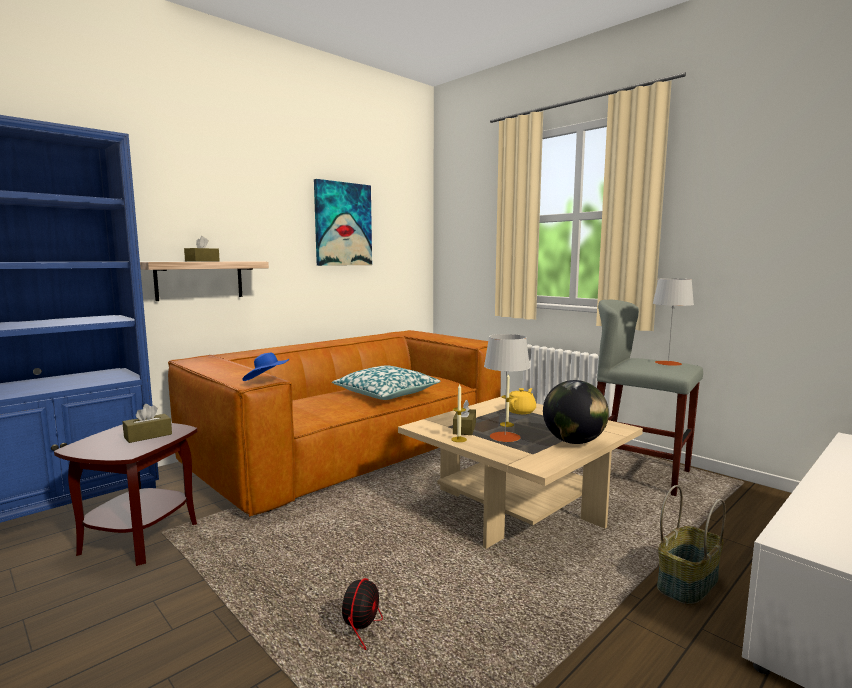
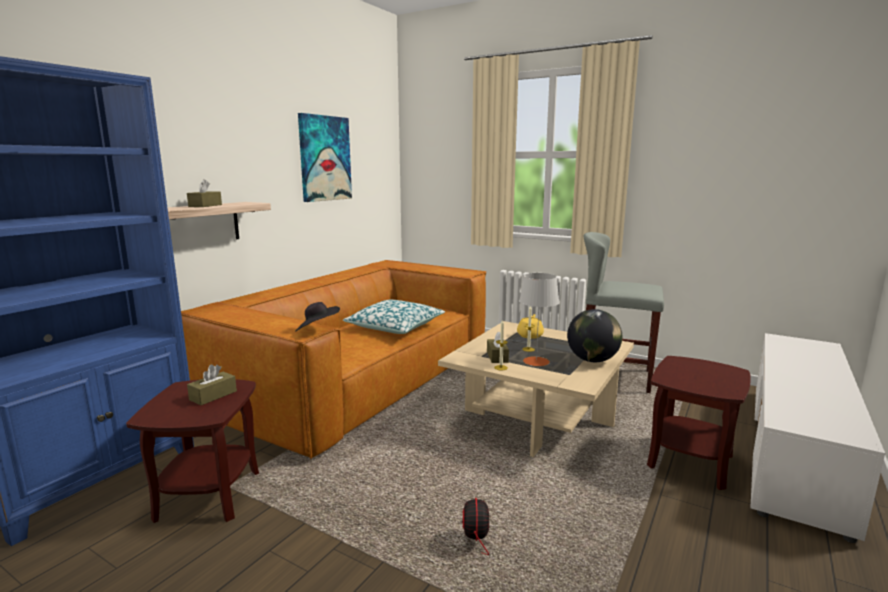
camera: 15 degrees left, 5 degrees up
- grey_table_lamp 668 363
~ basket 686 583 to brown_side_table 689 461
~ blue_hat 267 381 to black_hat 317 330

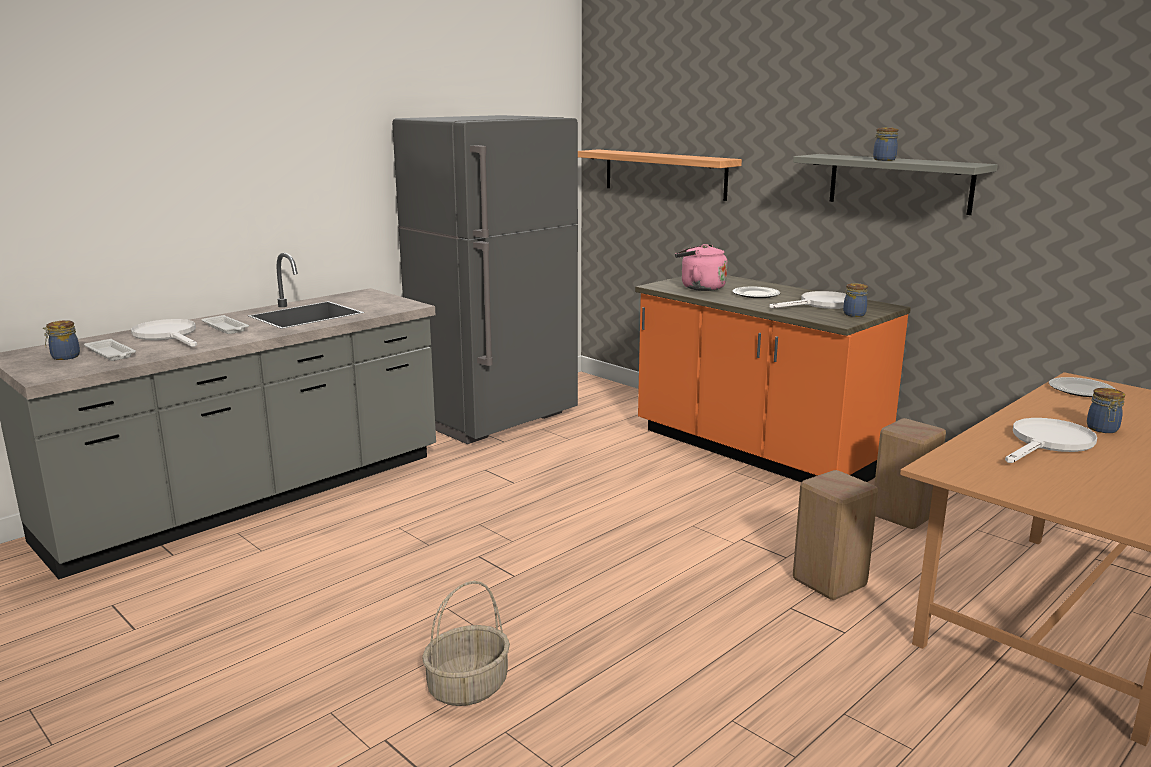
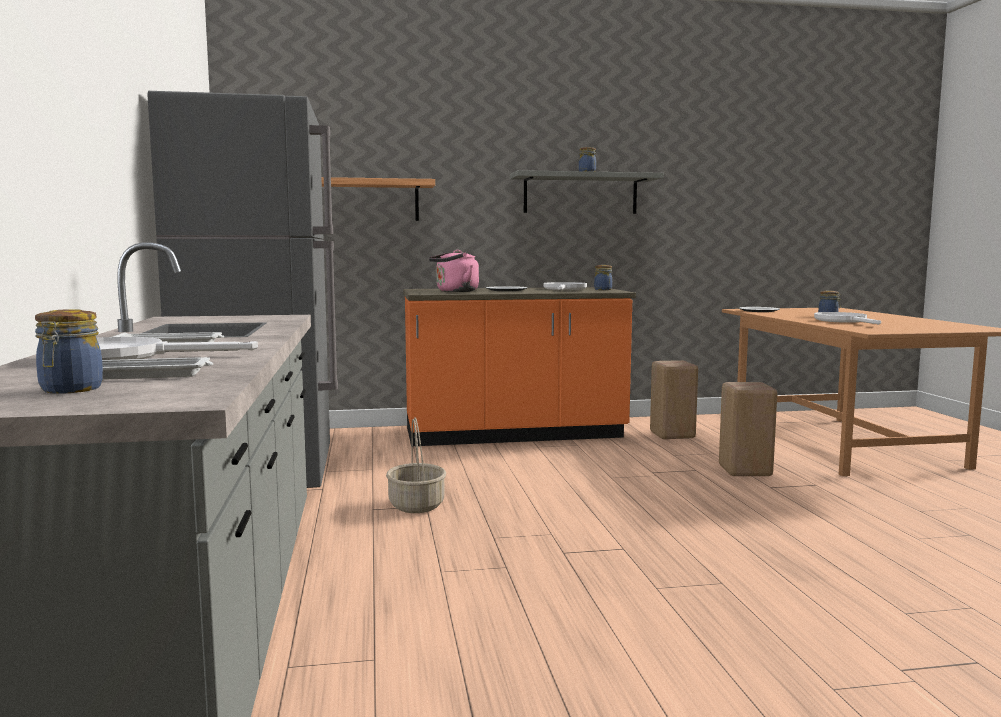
camera: 55 degrees left, 10 degrees down
~ basket 467 687 to 417 505

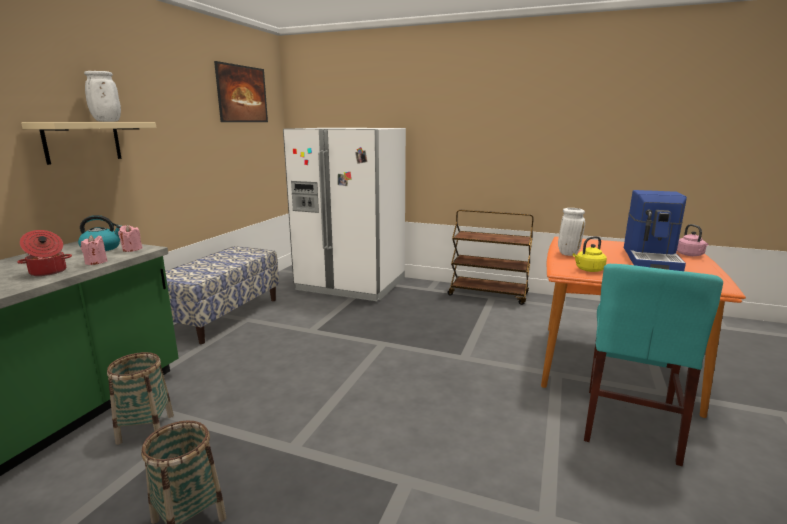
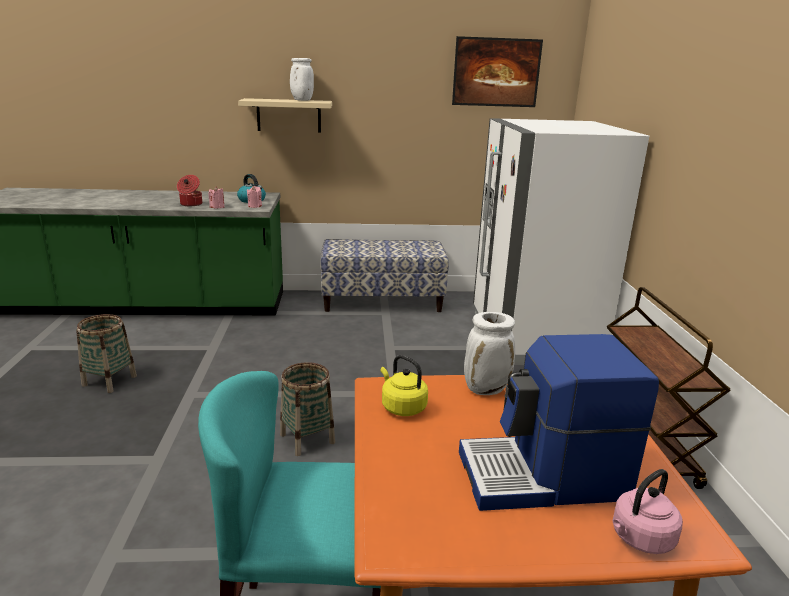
camera: 65 degrees right, 5 degrees up
~ basket 145 428 to 307 438

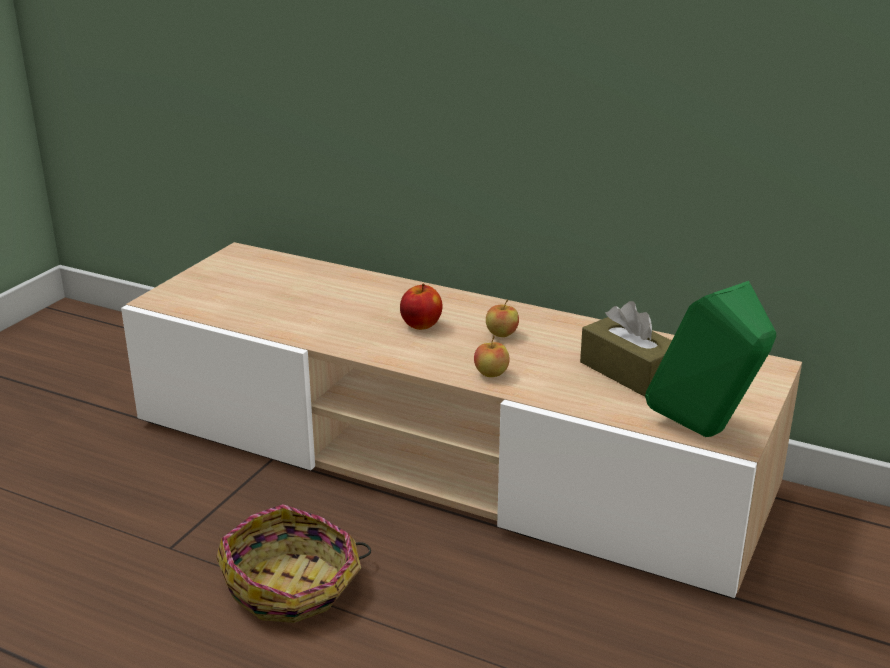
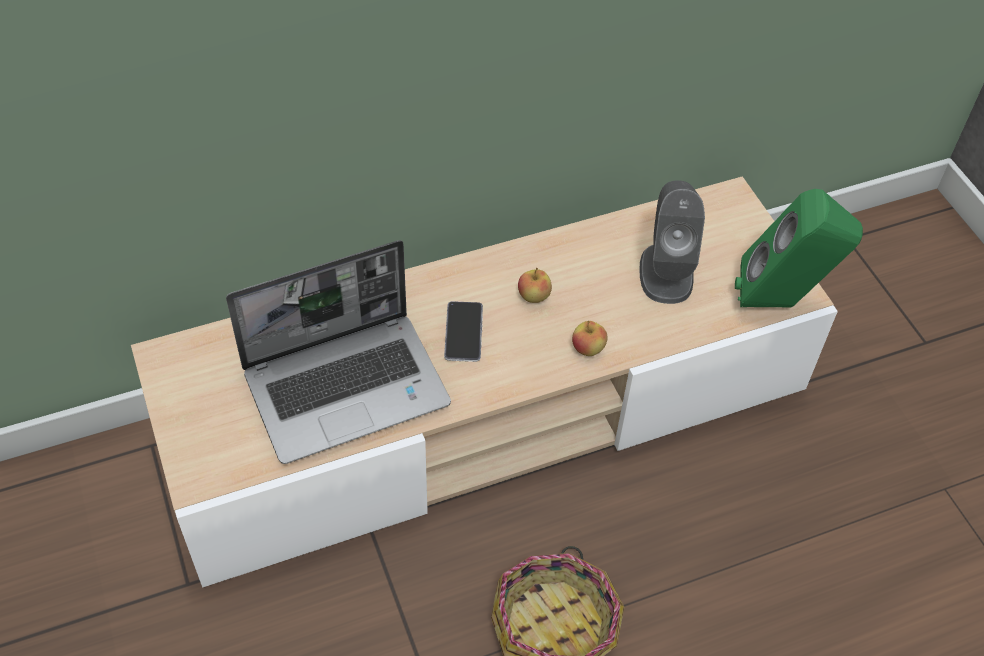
camera: 50 degrees left, 25 degrees up
+ laptop 348 386
~ apple 421 325 to phone 463 332
~ brown_tissue_box 629 372 to grey_speaker 666 272

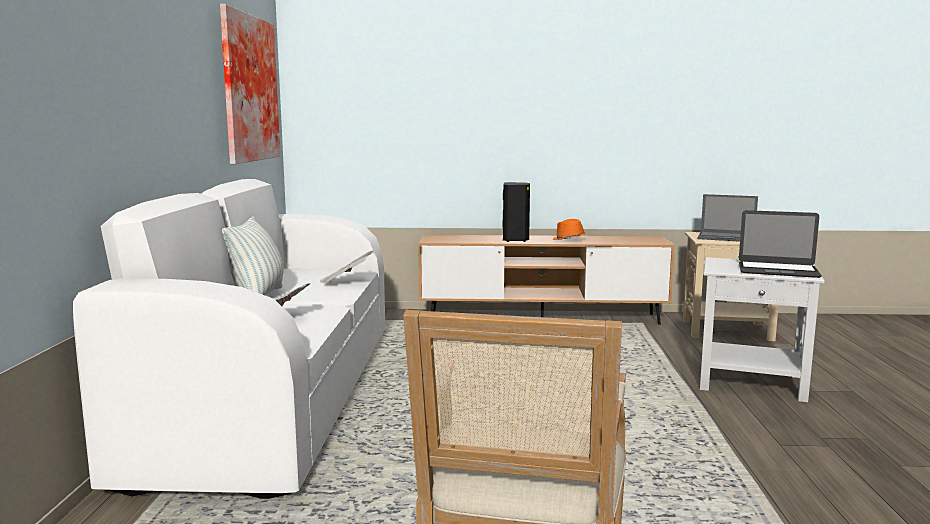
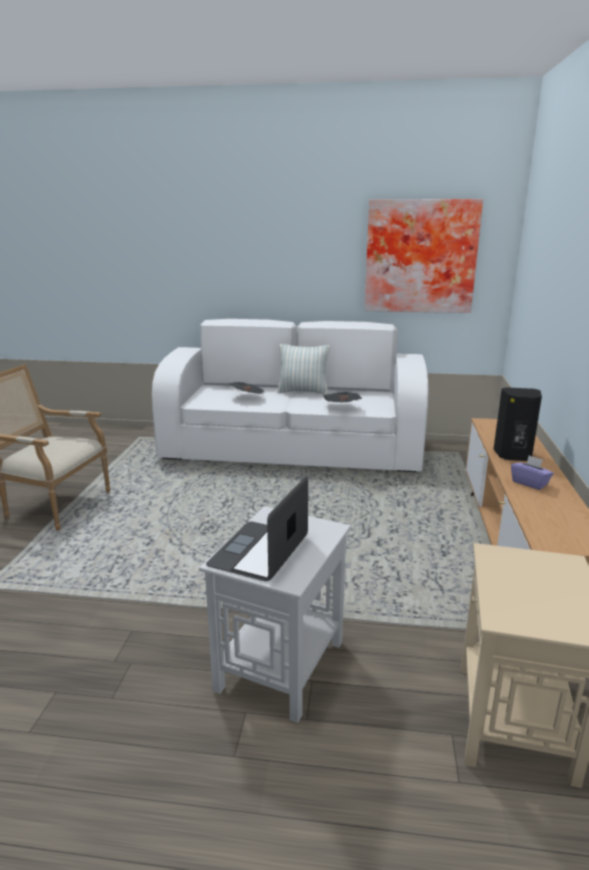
camera: 95 degrees right, 10 degrees up
- laptop 727 237
~ orange_hat 569 240 to purple_tissue_box 529 483

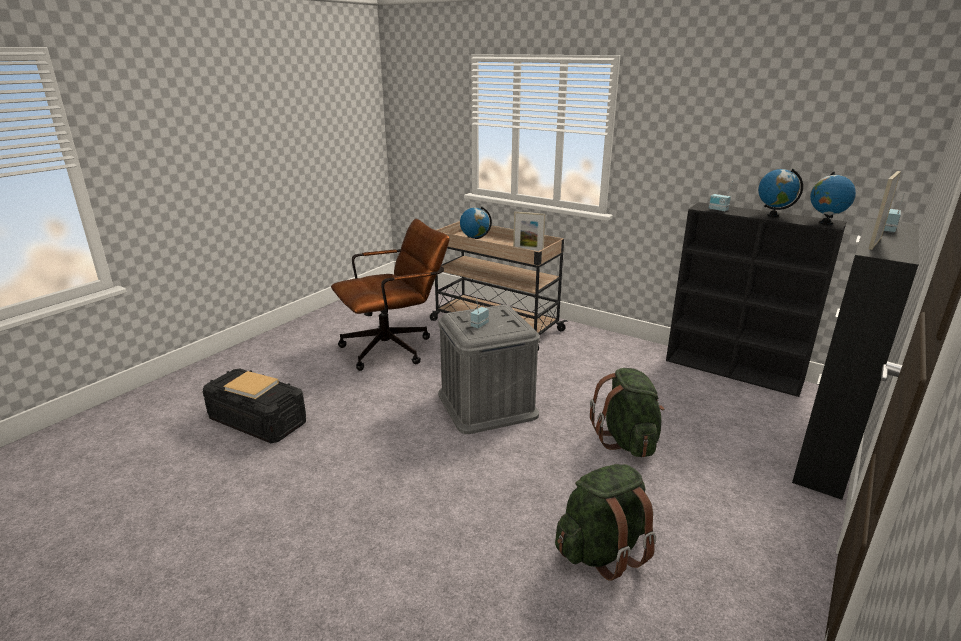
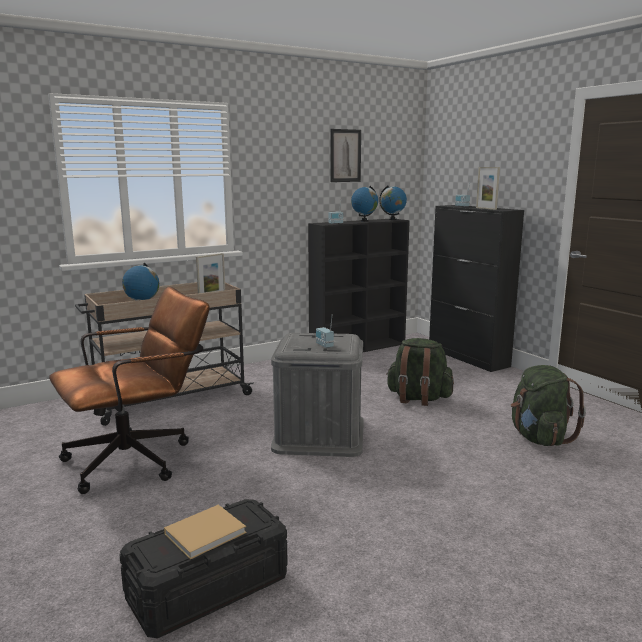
camera: 65 degrees left, 10 degrees down
+ picture 345 155
~ brown_office_chair 394 347 = 139 458 60 degrees clockwise

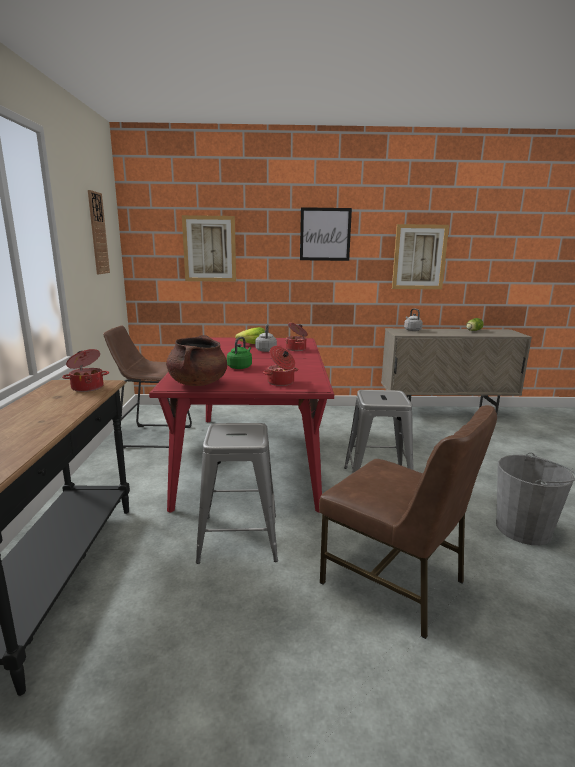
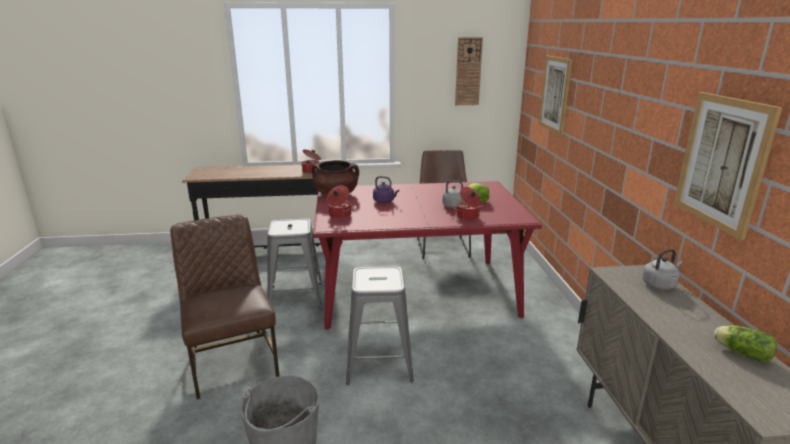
camera: 85 degrees right, 5 degrees up
- picture 325 234
~ green_kettle 240 367 to purple_kettle 385 201
~ brown_chair 395 582 = 233 361 120 degrees clockwise

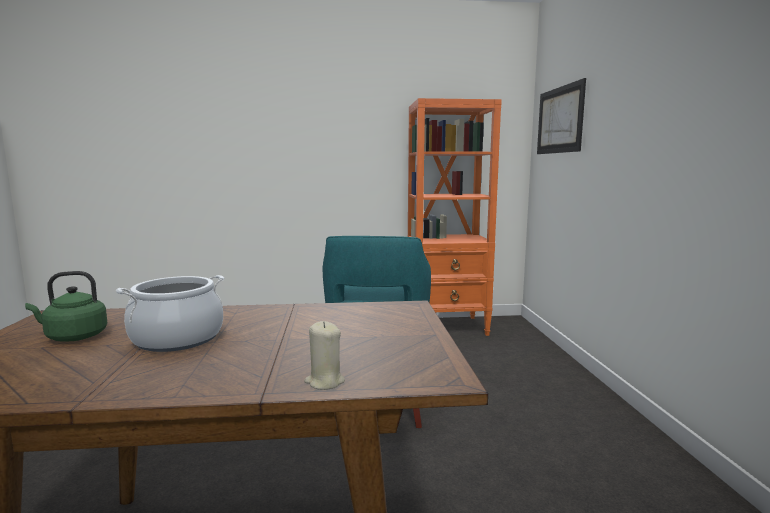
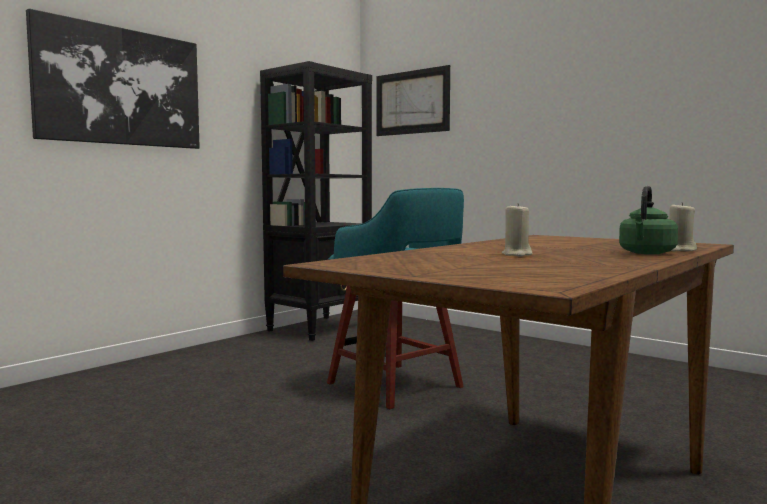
camera: 45 degrees left, 5 degrees down
+ picture 120 87
~ green_kettle 73 337 to 646 253
~ cooking_pot 177 338 to beige_candle 517 254
~ orange_bookcase 447 327 to black_bookcase 320 328

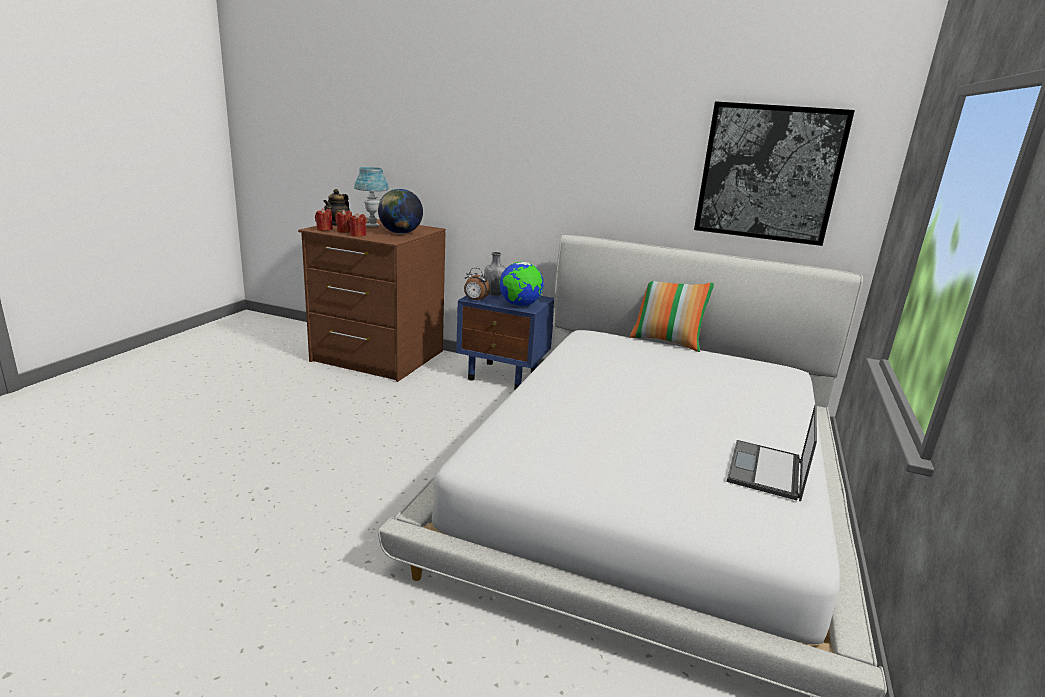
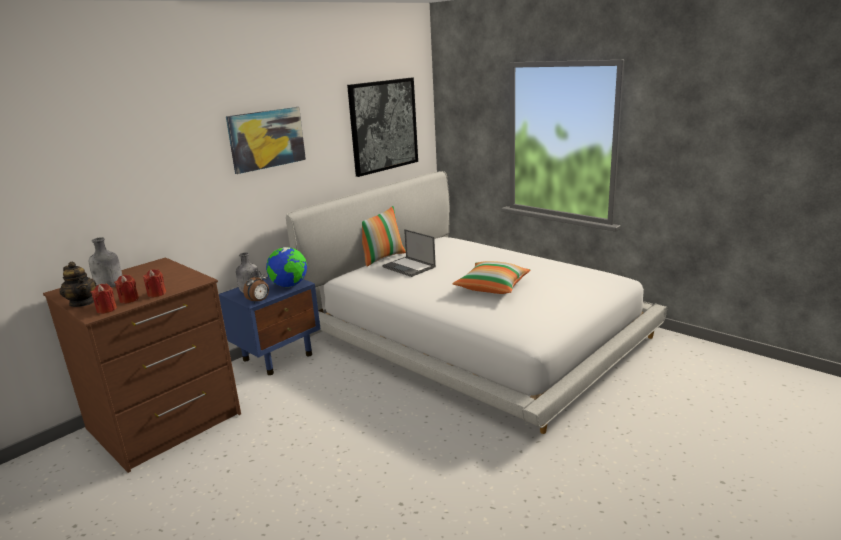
camera: 65 degrees left, 0 degrees up
- globe 400 233
+ picture 266 139
+ pillow 492 287
~ laptop 766 471 to 409 267
~ blue_table_lamp 372 225 to grey_bottle 110 286

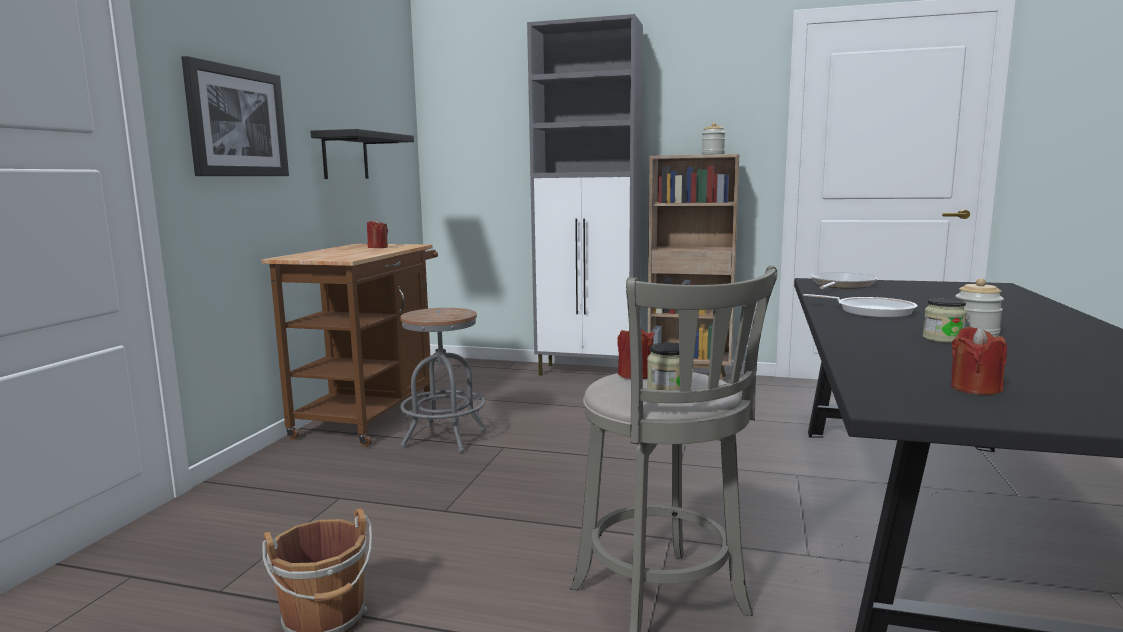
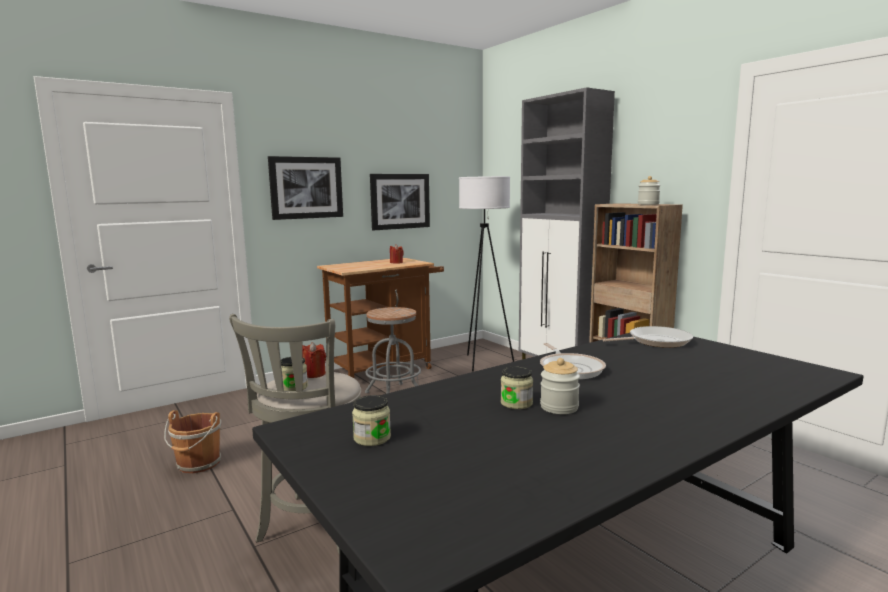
camera: 40 degrees right, 0 degrees up
+ white_floor_lamp 484 362
~ black_shelf 345 156 to picture 400 201
~ red_candle 975 388 to jar 372 438

